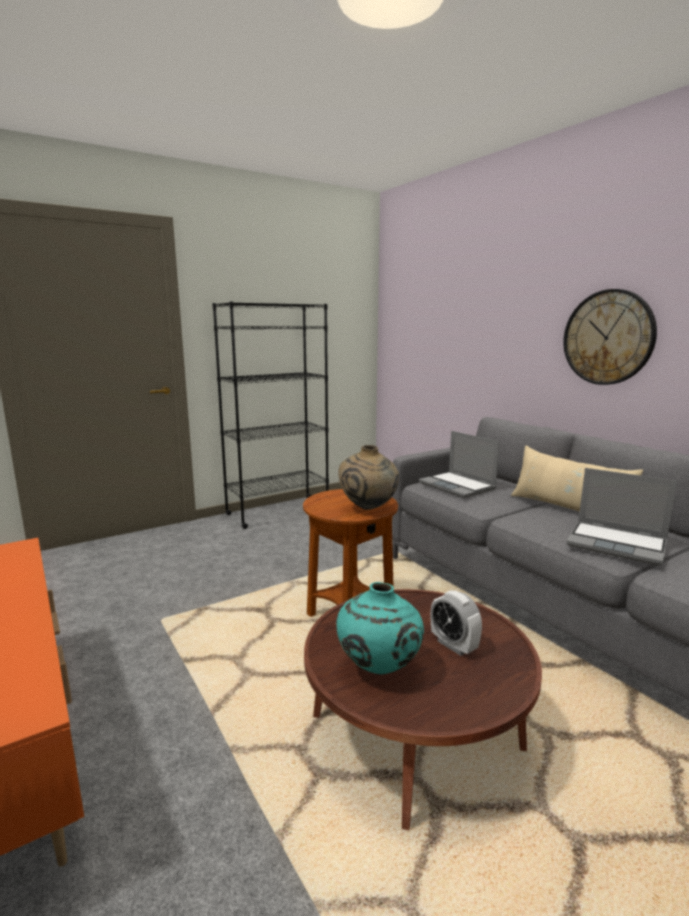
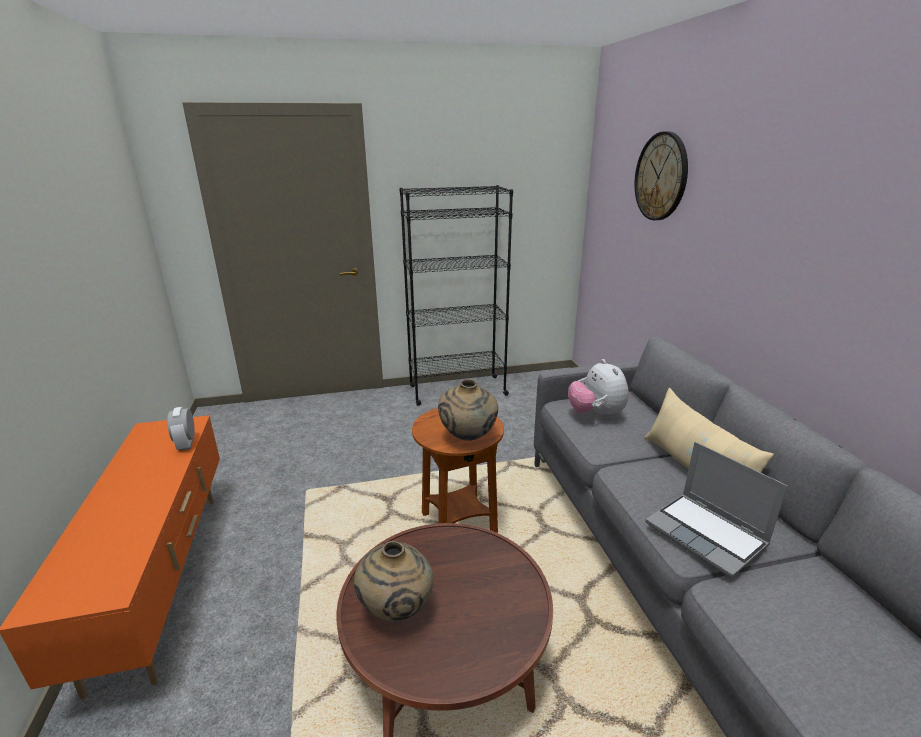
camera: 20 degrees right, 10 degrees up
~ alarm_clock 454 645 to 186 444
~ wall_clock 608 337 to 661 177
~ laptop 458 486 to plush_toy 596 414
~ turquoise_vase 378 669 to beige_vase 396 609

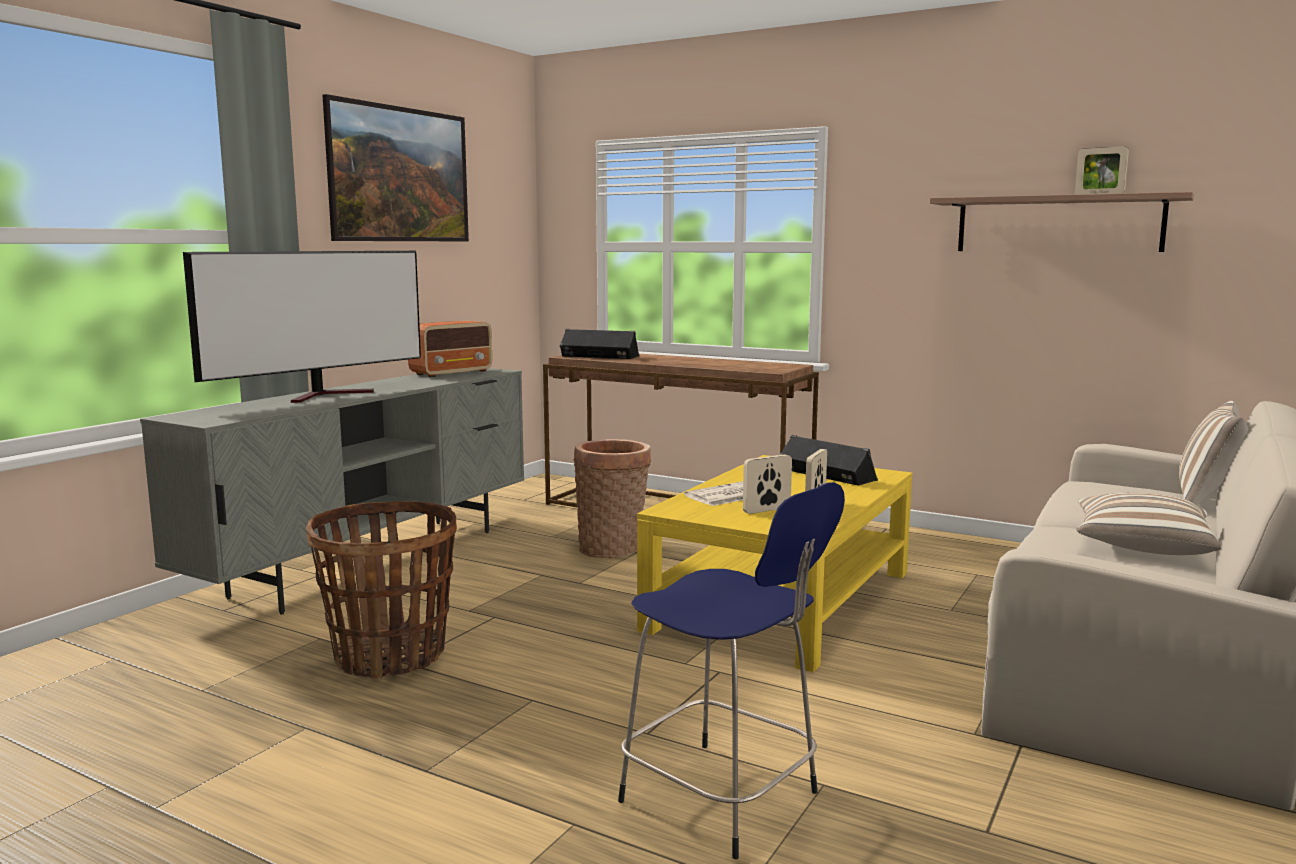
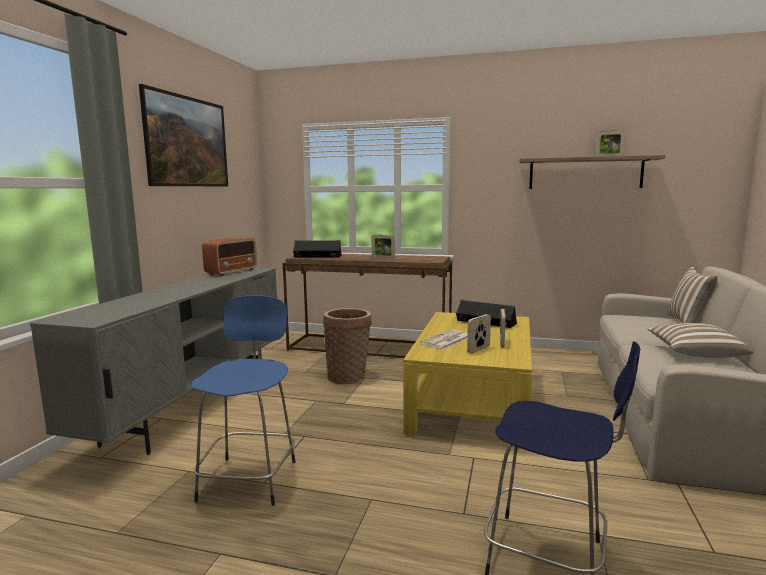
camera: 15 degrees left, 0 degrees up
- television 328 395
+ picture_frame 383 258
~ basket 390 656 to blue_stool 250 478

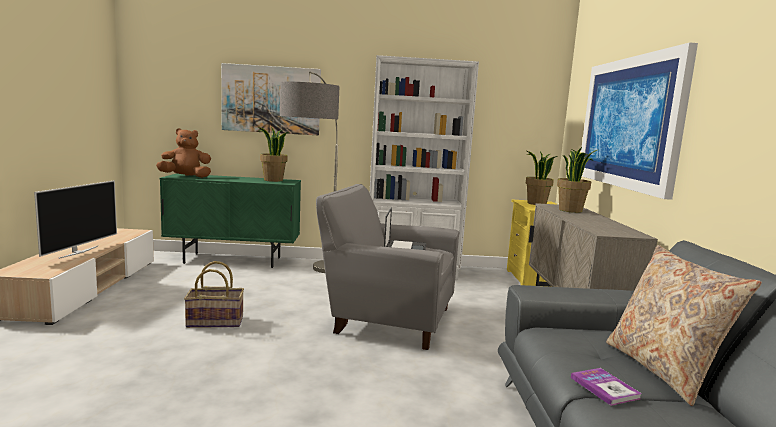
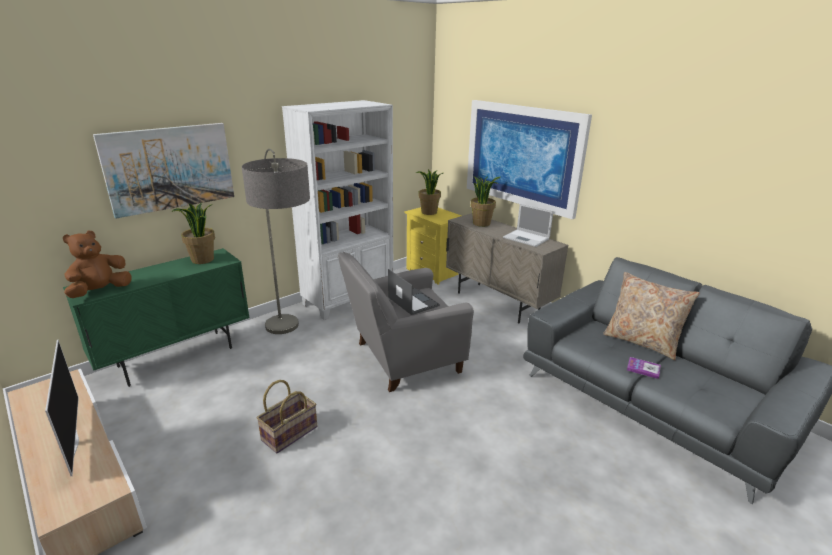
camera: 40 degrees left, 15 degrees up
+ laptop 527 238

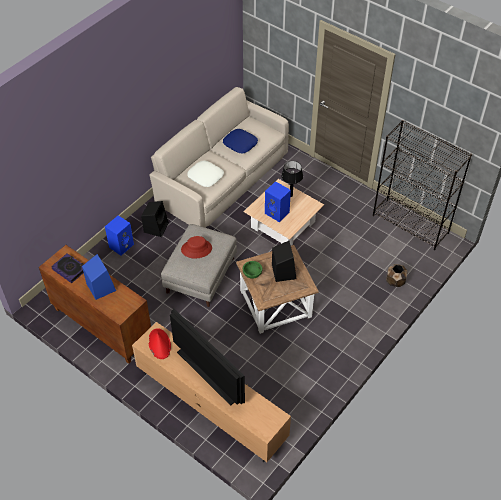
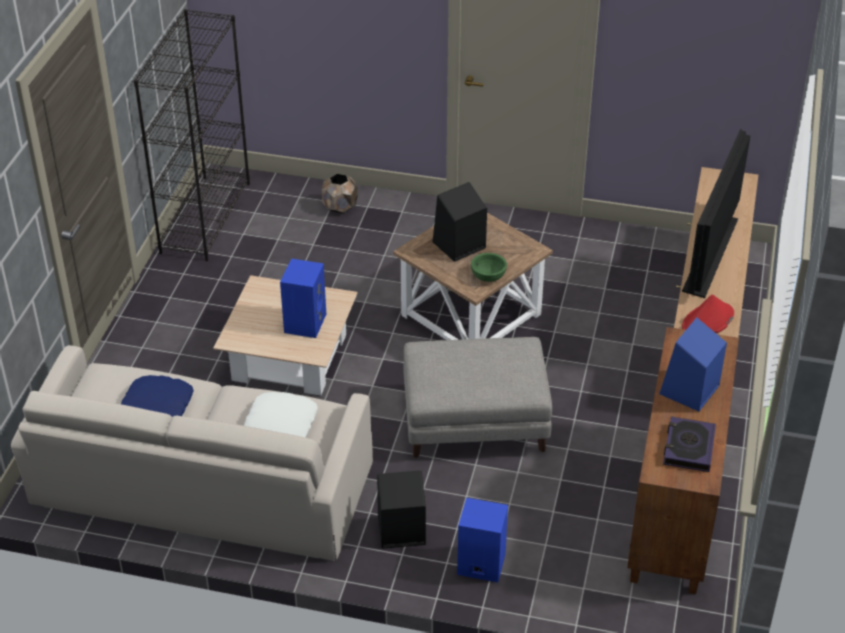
camera: 115 degrees left, 10 degrees down
- red_hat 196 249
- black_table_lamp 291 195

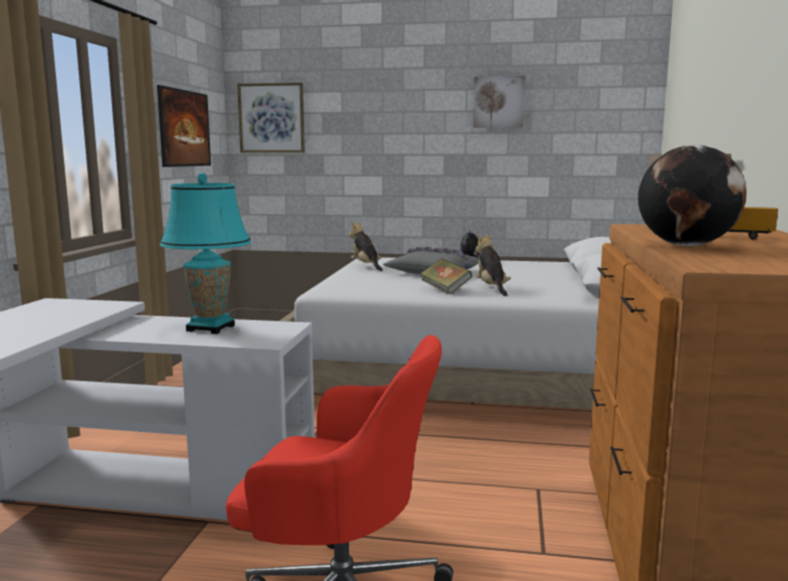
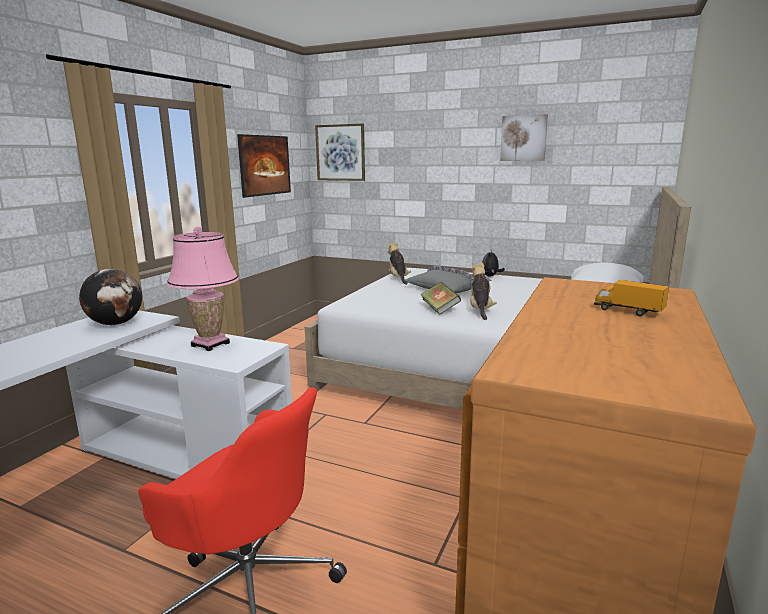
camera: 15 degrees right, 5 degrees up
~ globe 686 245 to 116 323
~ turquoise_table_lamp 210 328 to pink_table_lamp 210 344

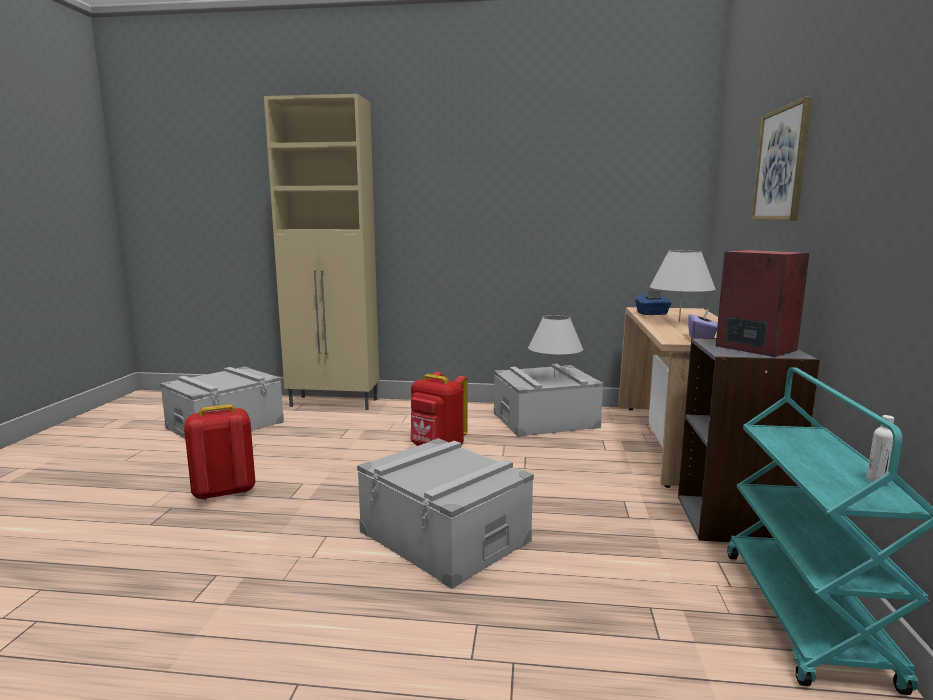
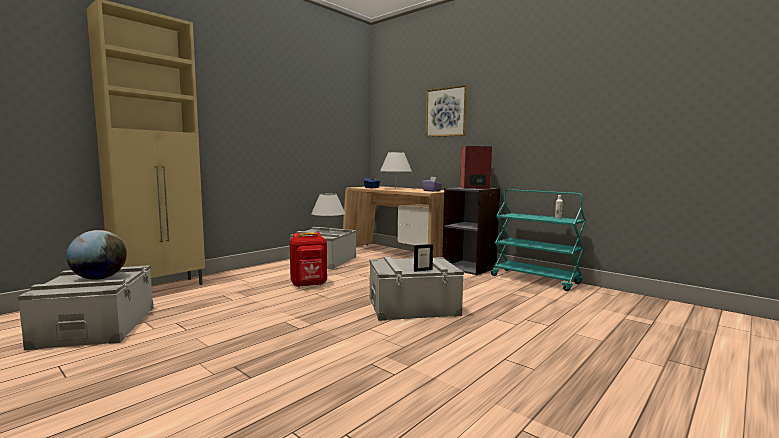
camera: 55 degrees left, 5 degrees down
- red_backpack 223 492
+ globe 99 278
+ picture_frame 423 270

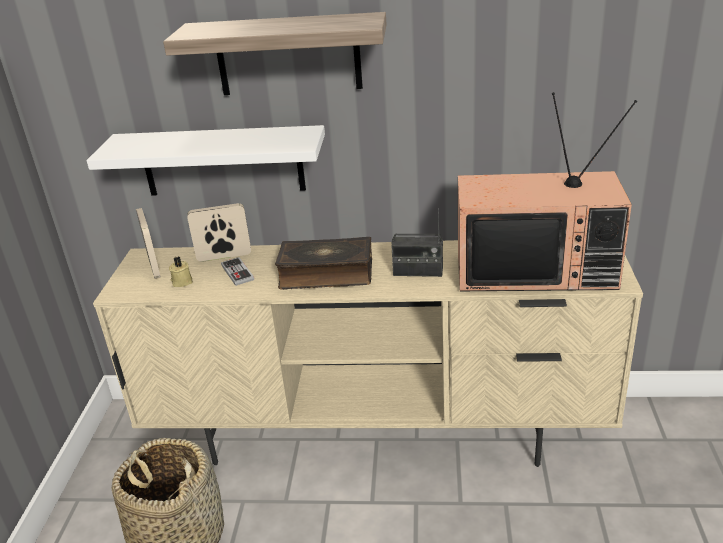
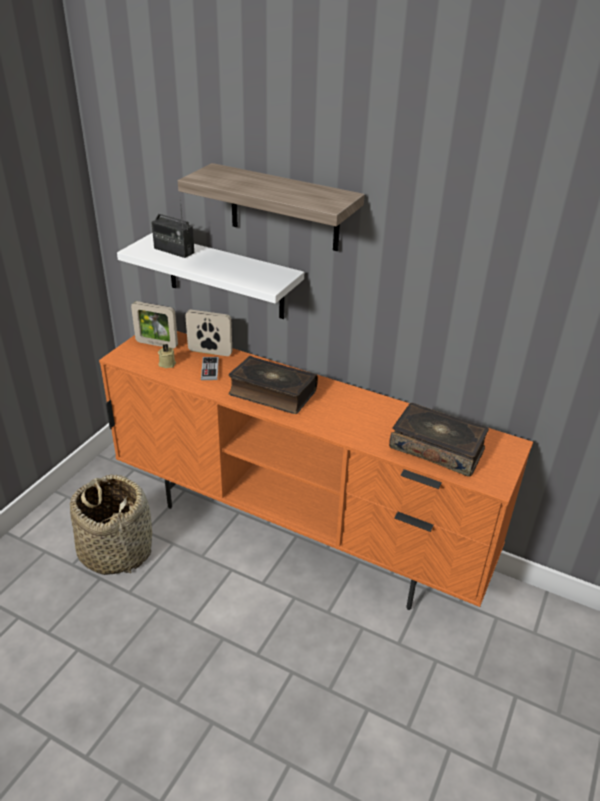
camera: 20 degrees right, 5 degrees up
~ radio 418 271 to 174 250
~ television 536 269 to book 437 448
~ beige_tv_stand 377 434 to orange_tv_stand 299 532
~ picture_frame 154 267 = 156 344 105 degrees clockwise

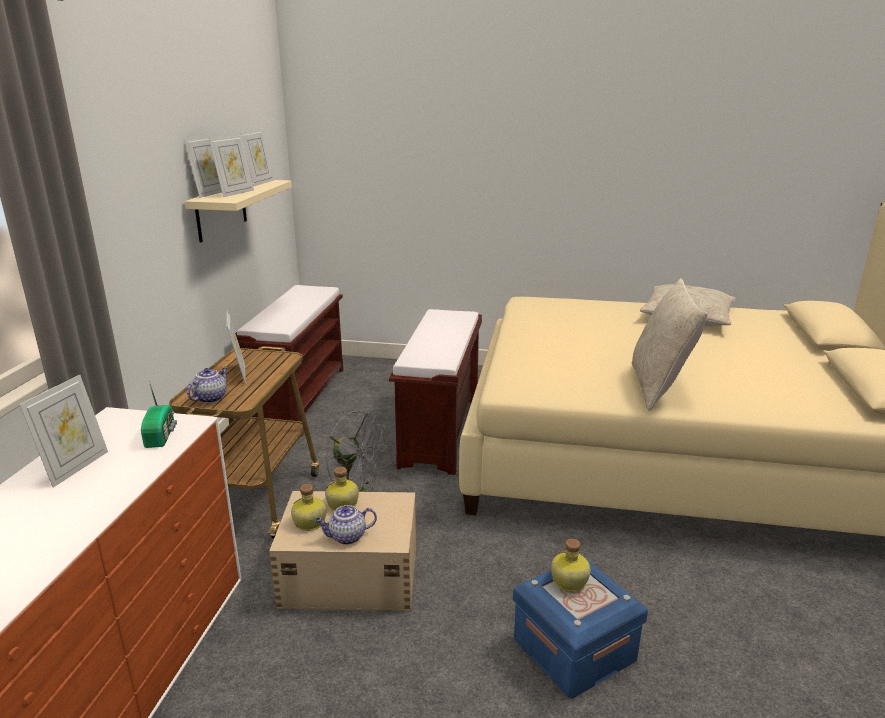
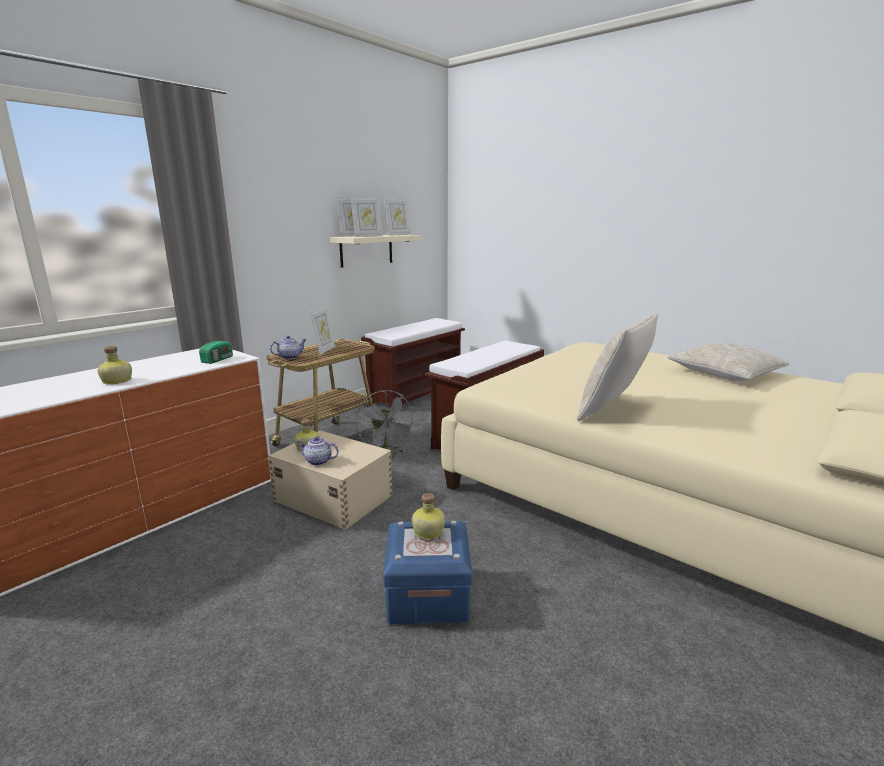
camera: 30 degrees right, 5 degrees down
- picture_frame 76 467
~ bottle 342 504 to 116 381

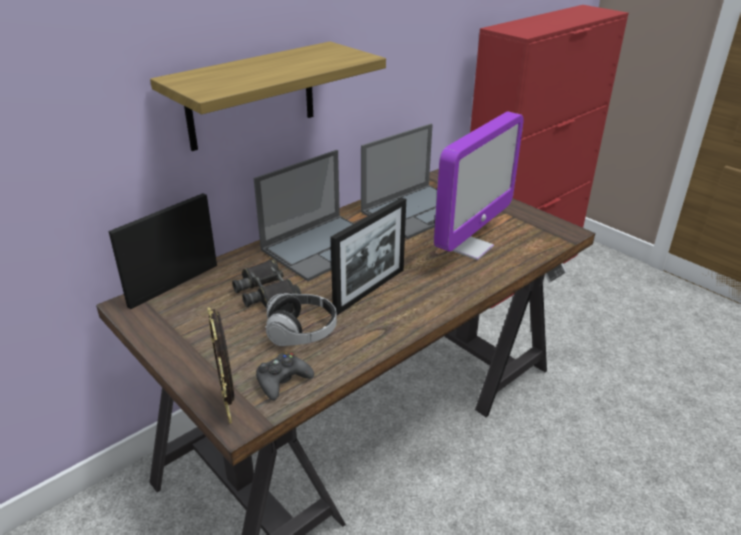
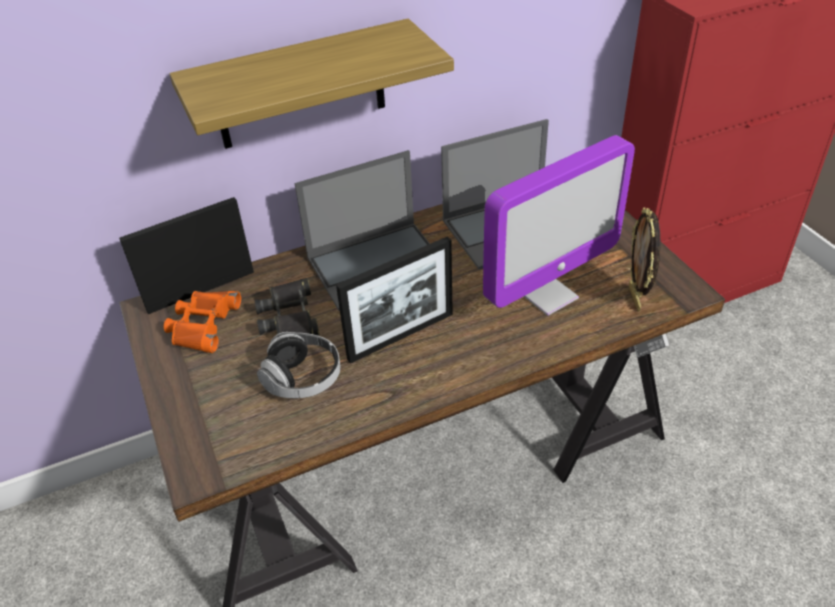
camera: 20 degrees right, 10 degrees up
- black_game_controller 282 381
+ orange_binoculars 202 325
~ picture_frame 229 408 to 635 298

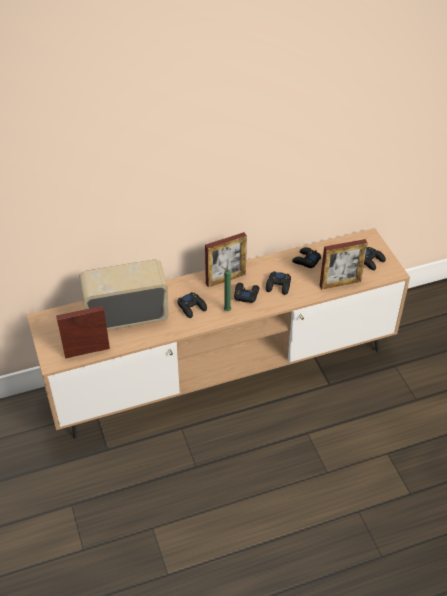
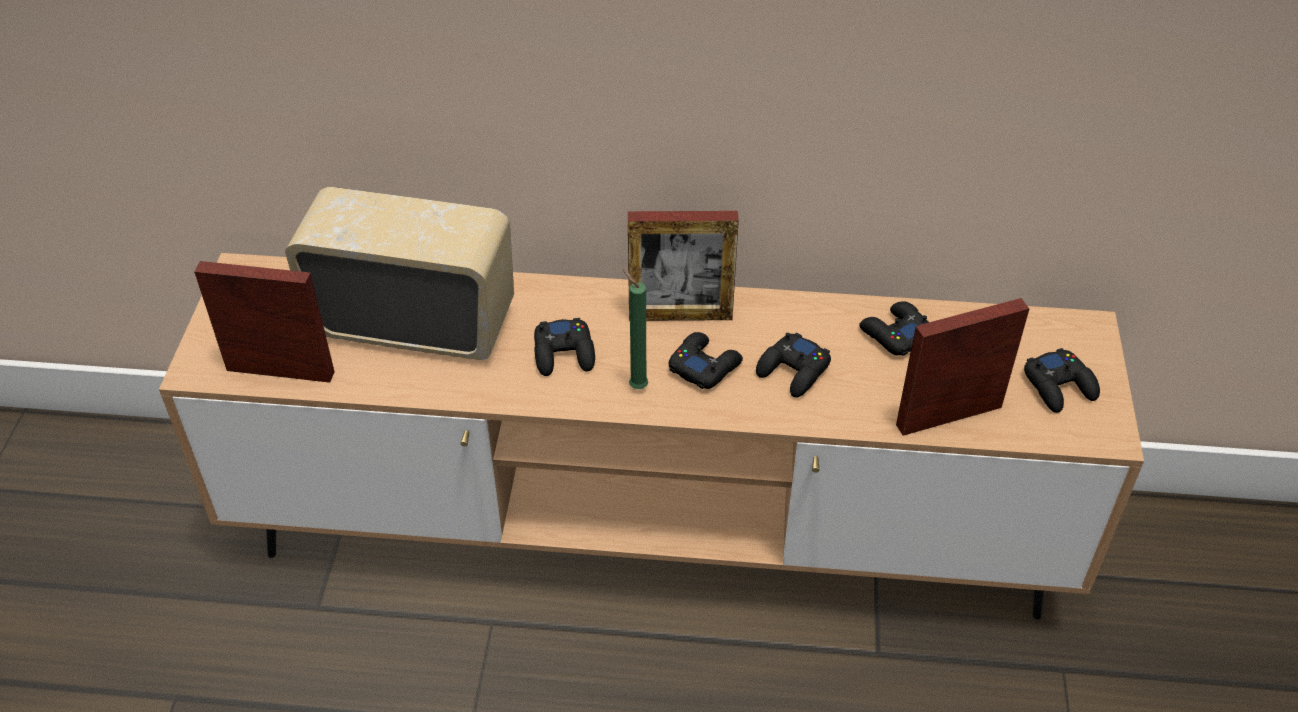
camera: 25 degrees right, 0 degrees up
~ picture_frame 340 283 = 949 416 150 degrees clockwise

